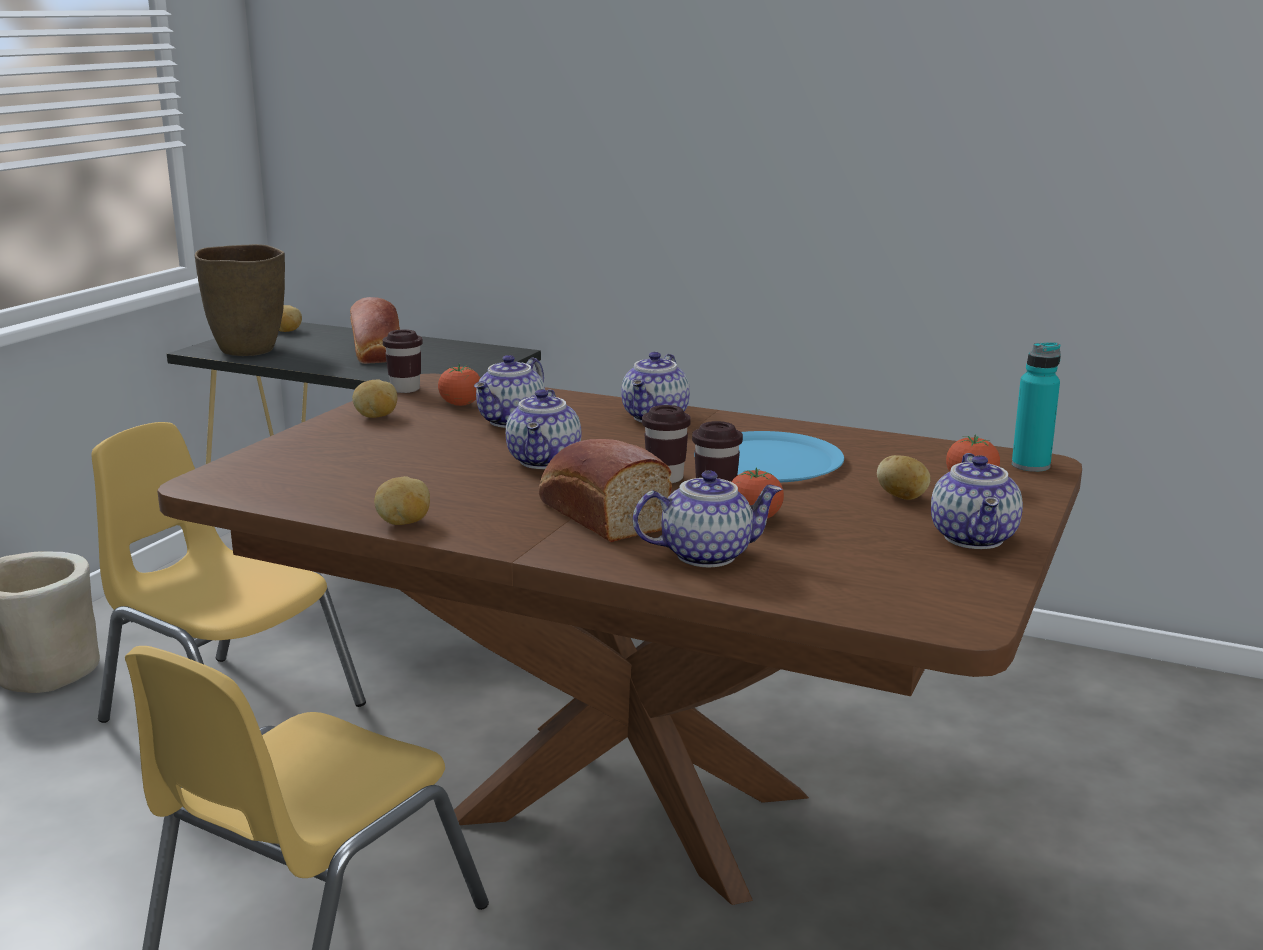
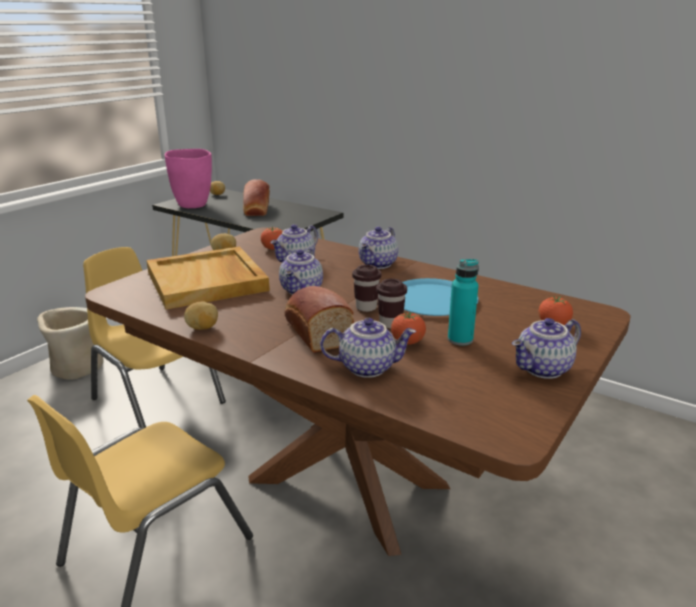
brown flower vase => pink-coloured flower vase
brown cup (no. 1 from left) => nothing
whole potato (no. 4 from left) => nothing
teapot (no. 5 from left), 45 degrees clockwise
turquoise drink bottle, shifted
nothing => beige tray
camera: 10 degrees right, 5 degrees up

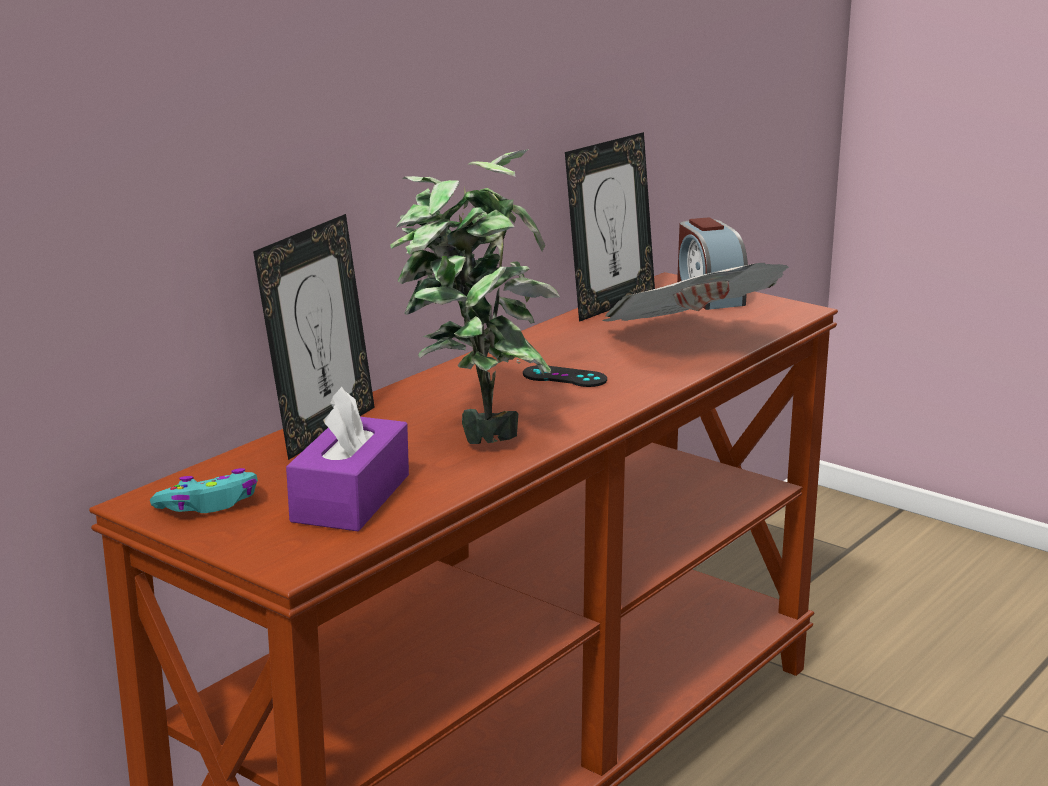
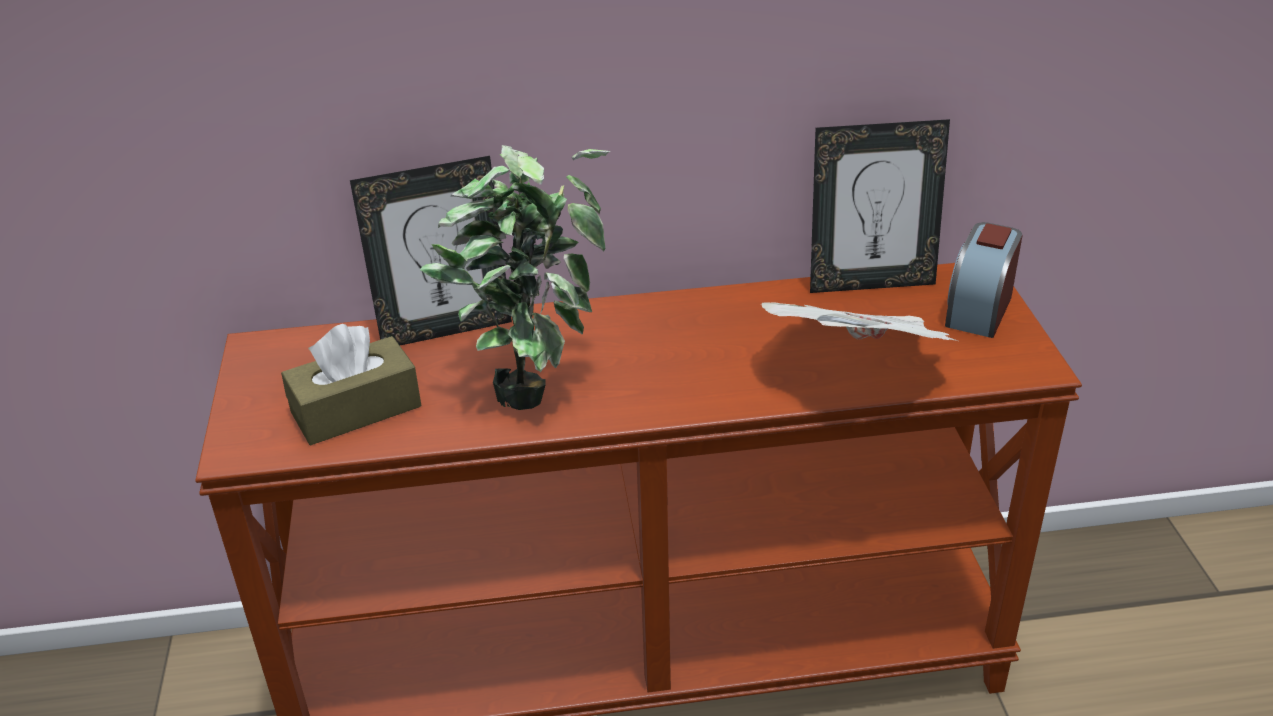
turquoise game controller => nothing
purplish tissue box => brown tissue box
blackish game controller => nothing
camera: 45 degrees right, 15 degrees up

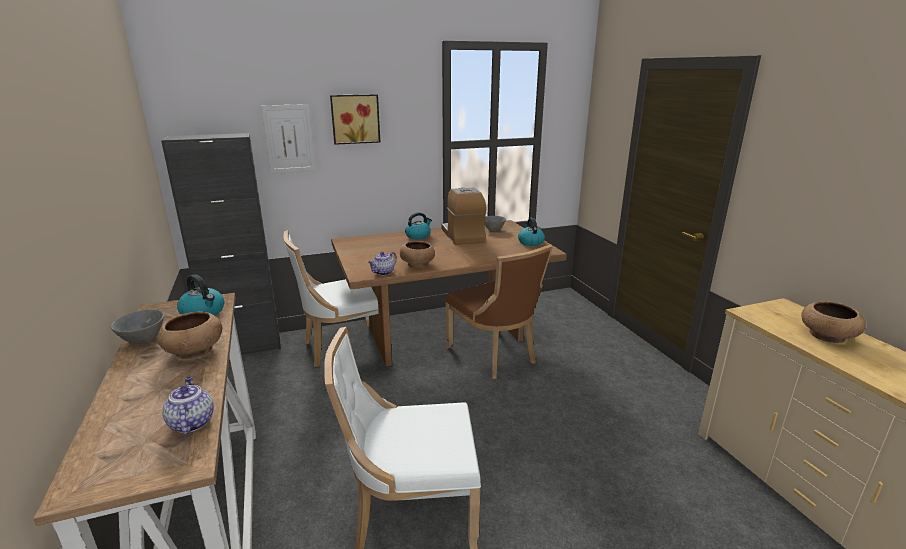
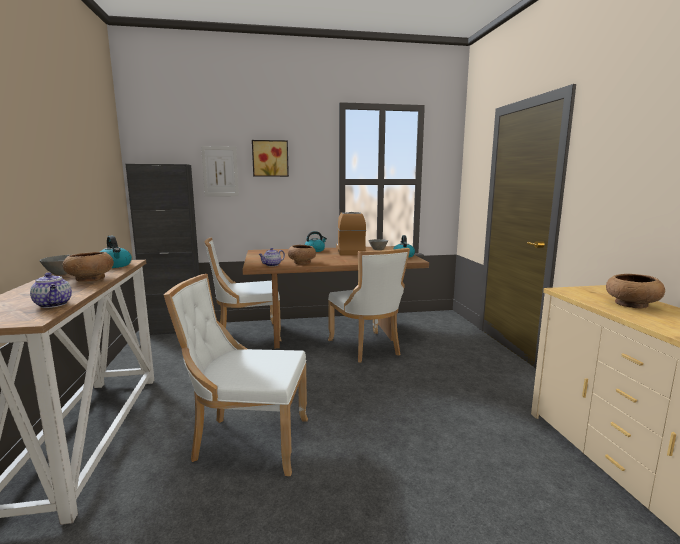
teapot (no. 1 from left), 150 degrees clockwise
brown plain chair => white-coloured plain chair (no. 3 from left)
camera: 10 degrees right, 10 degrees down

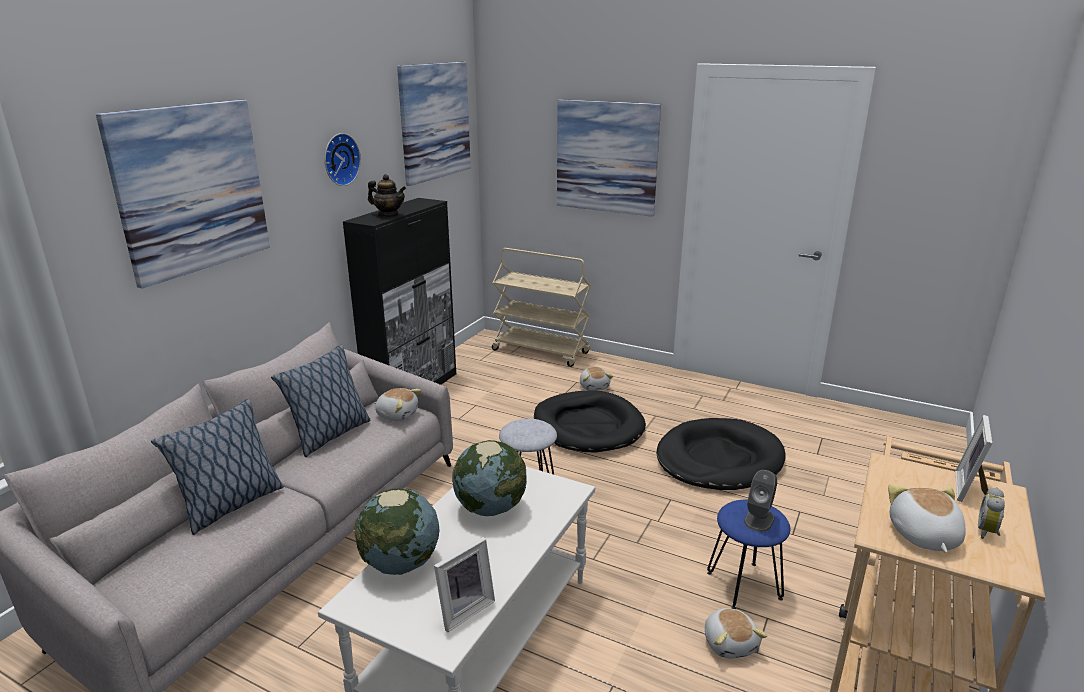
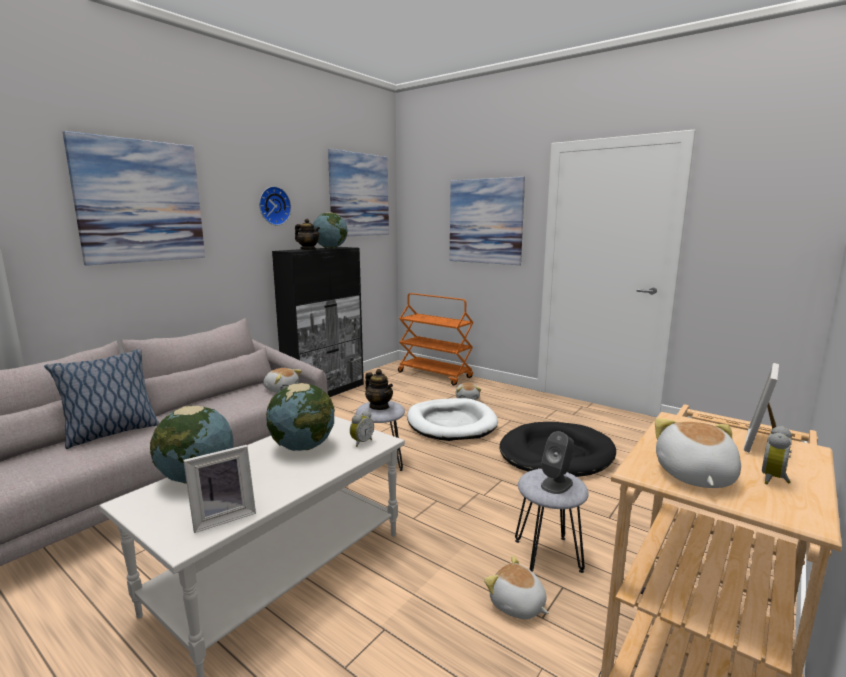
throw pillow (no. 2 from left) => nothing
beige cart (no. 1 from left) => orange cart
blackish pet bed (no. 1 from left) => white-coloured pet bed
cuddly toy (no. 3 from left), 135 degrees clockwise
bluish stool seat => greyish stool seat (no. 2 from left)
nothing => desk globe (no. 3 from left)
nothing => table clock (no. 1 from left)
nothing => teapot (no. 2 from left)
camera: 10 degrees right, 10 degrees down

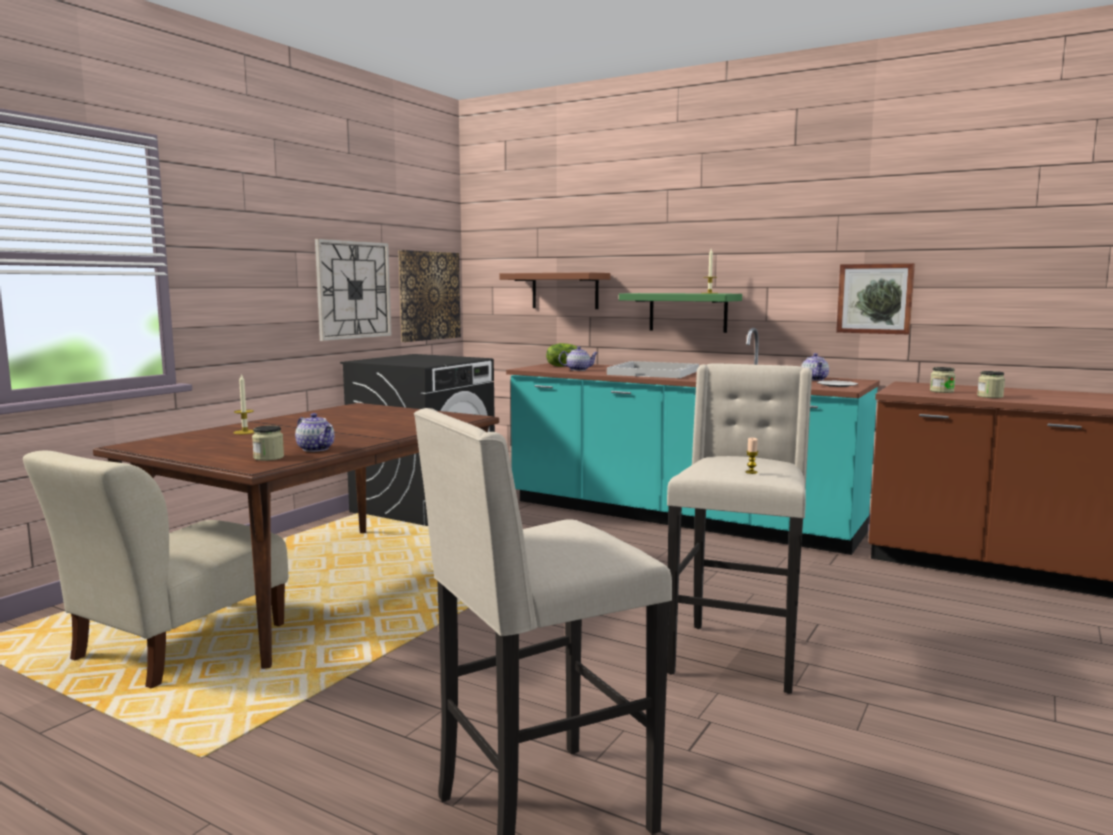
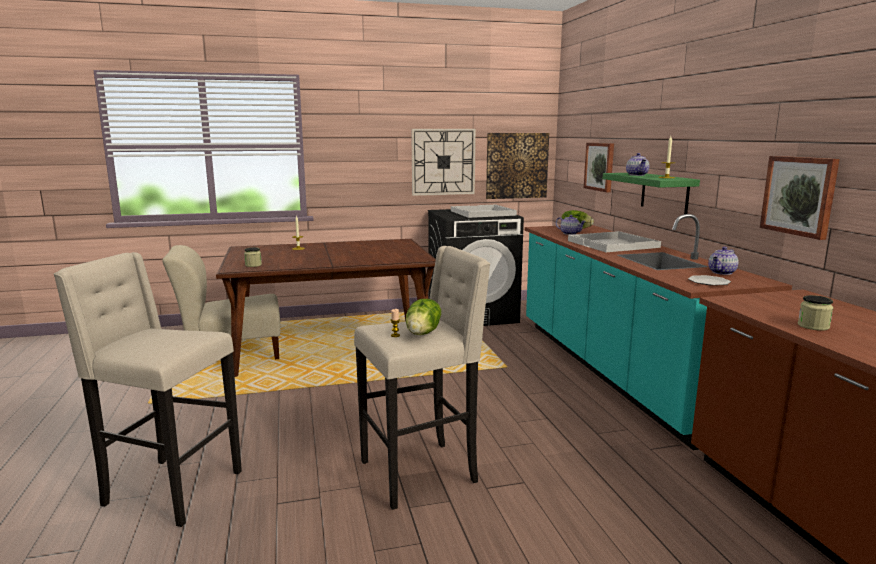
teapot (no. 1 from left in the first image) => teapot (no. 2 from left), shifted
brown shelf => wall art (no. 2 from left)
jar (no. 2 from left) => nothing
nothing => lettuce (no. 1 from left)
nothing => white-coloured tray (no. 1 from left)
camera: 45 degrees right, 5 degrees up

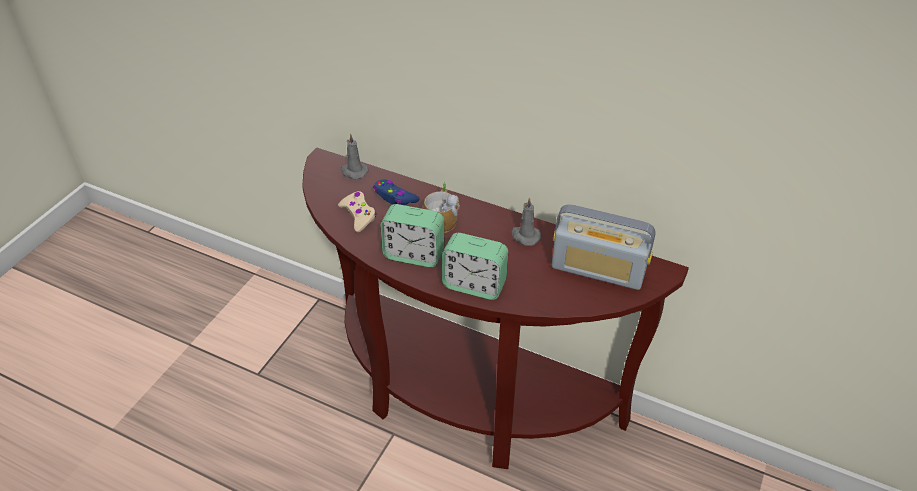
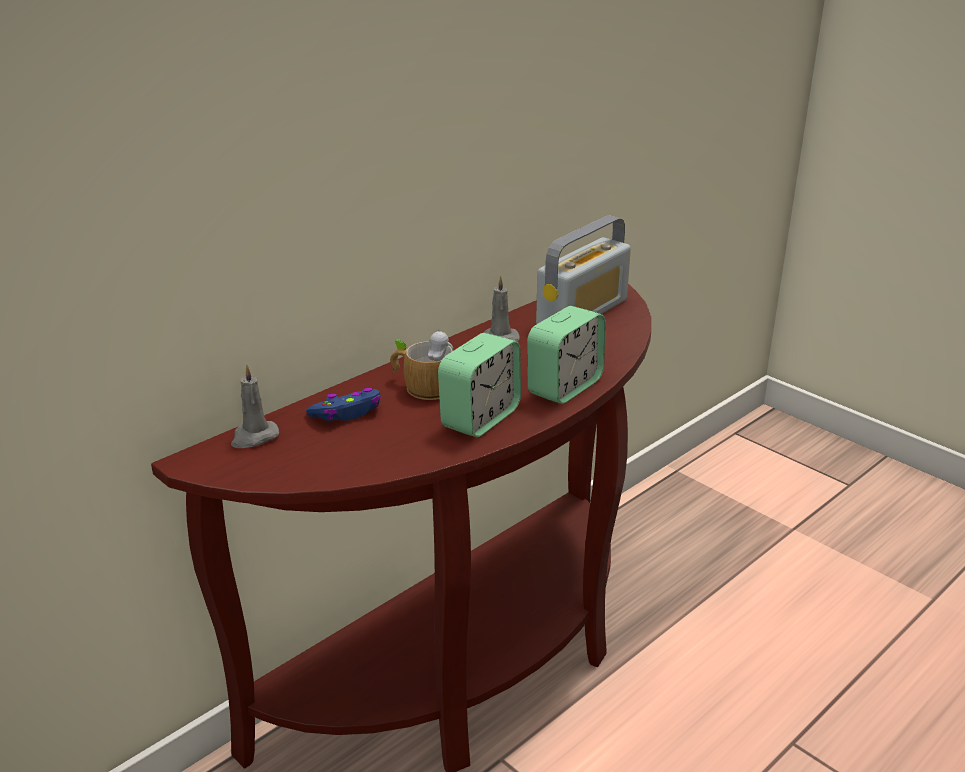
beige game controller => nothing
camera: 70 degrees left, 15 degrees down

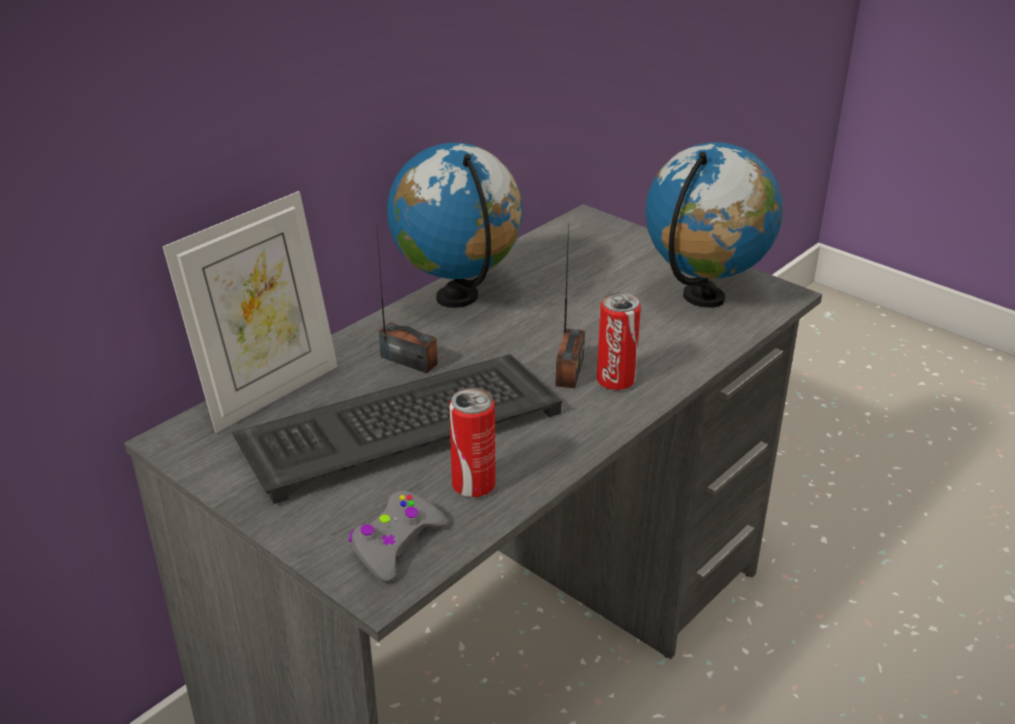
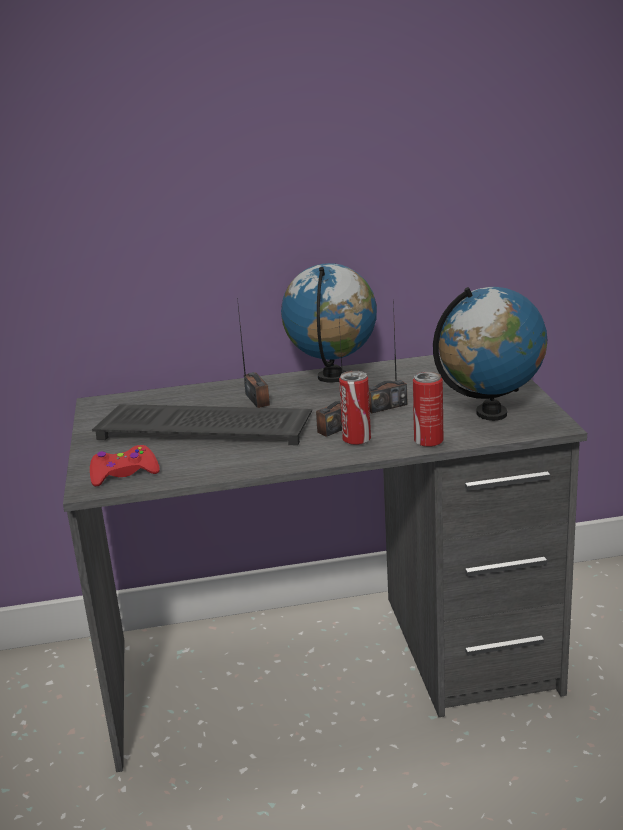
photo frame => nothing
greyish game controller => red-coloured game controller
can (no. 1 from left in the first image) => can (no. 2 from left), shifted
nothing => radio (no. 3 from left)
camera: 40 degrees right, 10 degrees down

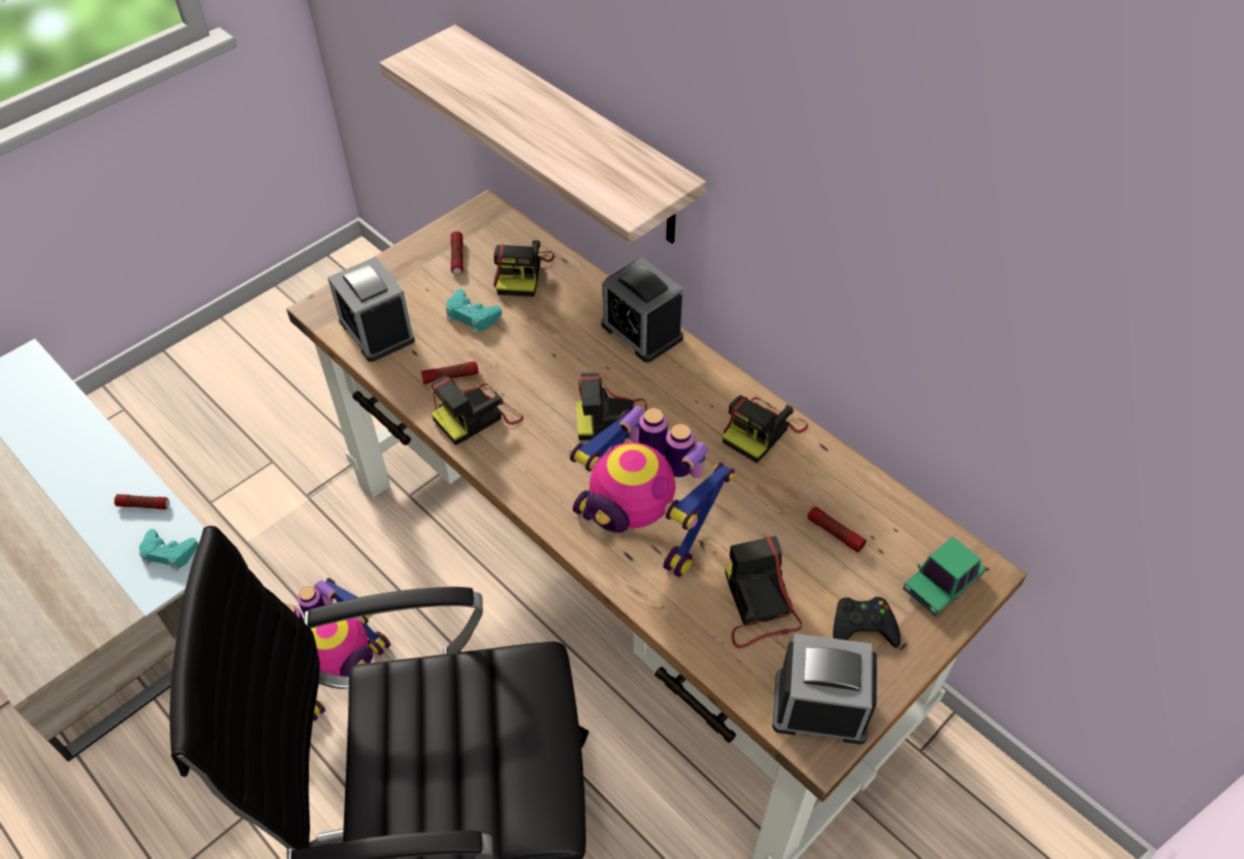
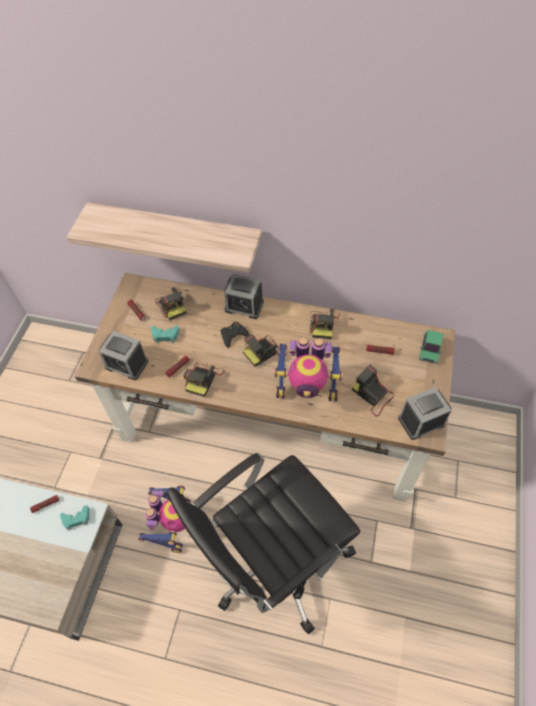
blackish game controller, shifted
camera: 30 degrees left, 5 degrees up

